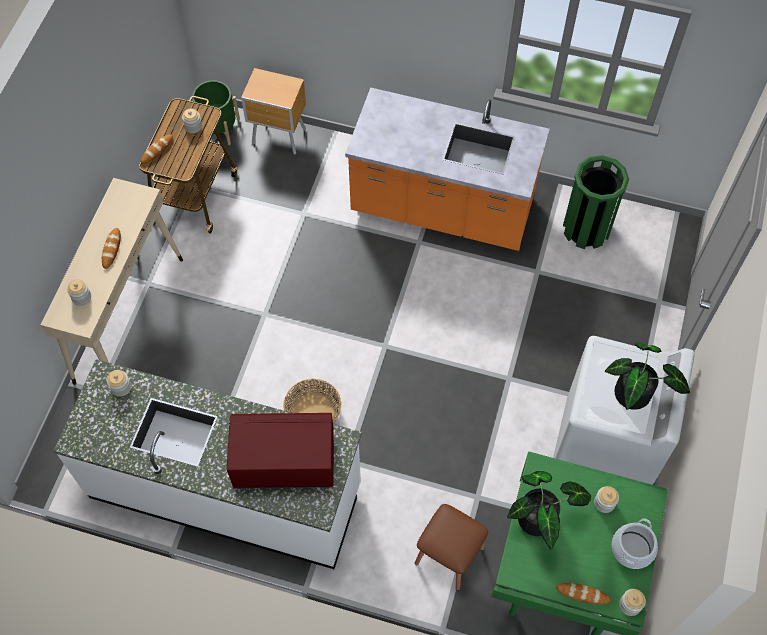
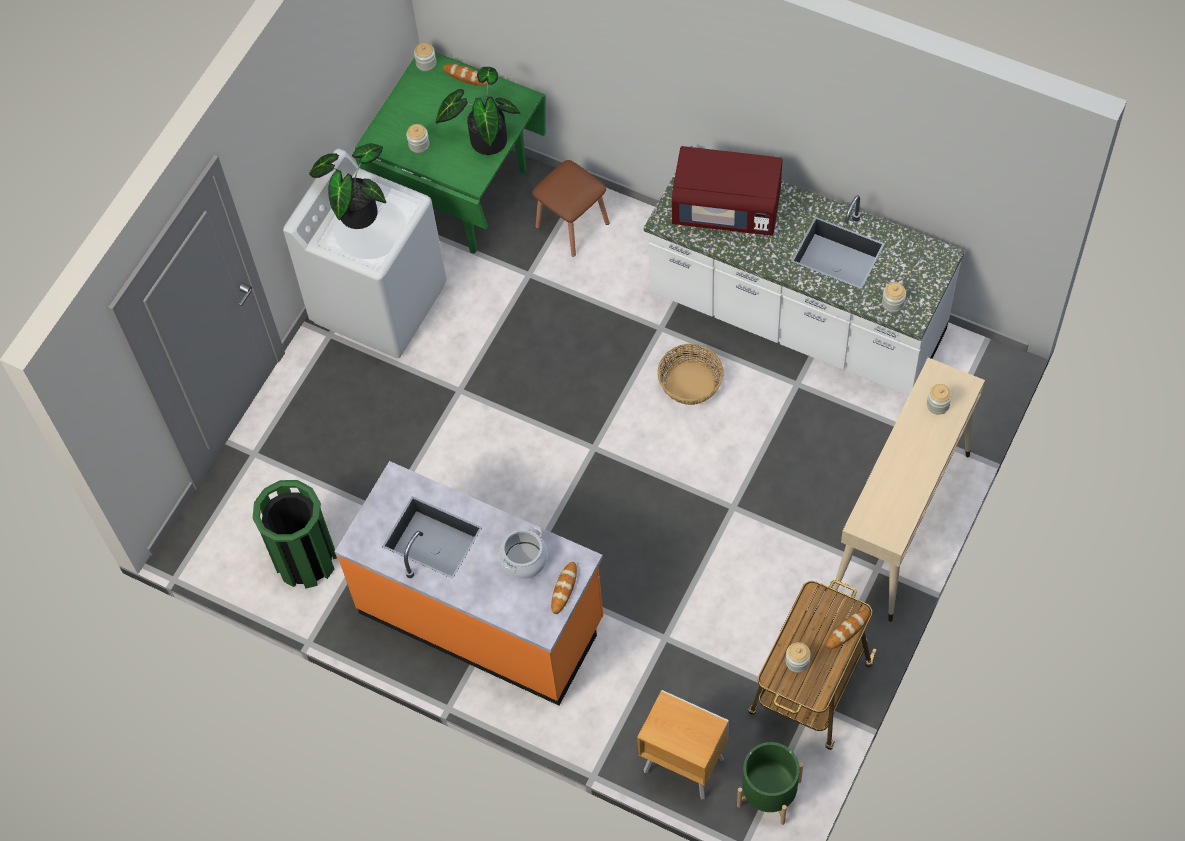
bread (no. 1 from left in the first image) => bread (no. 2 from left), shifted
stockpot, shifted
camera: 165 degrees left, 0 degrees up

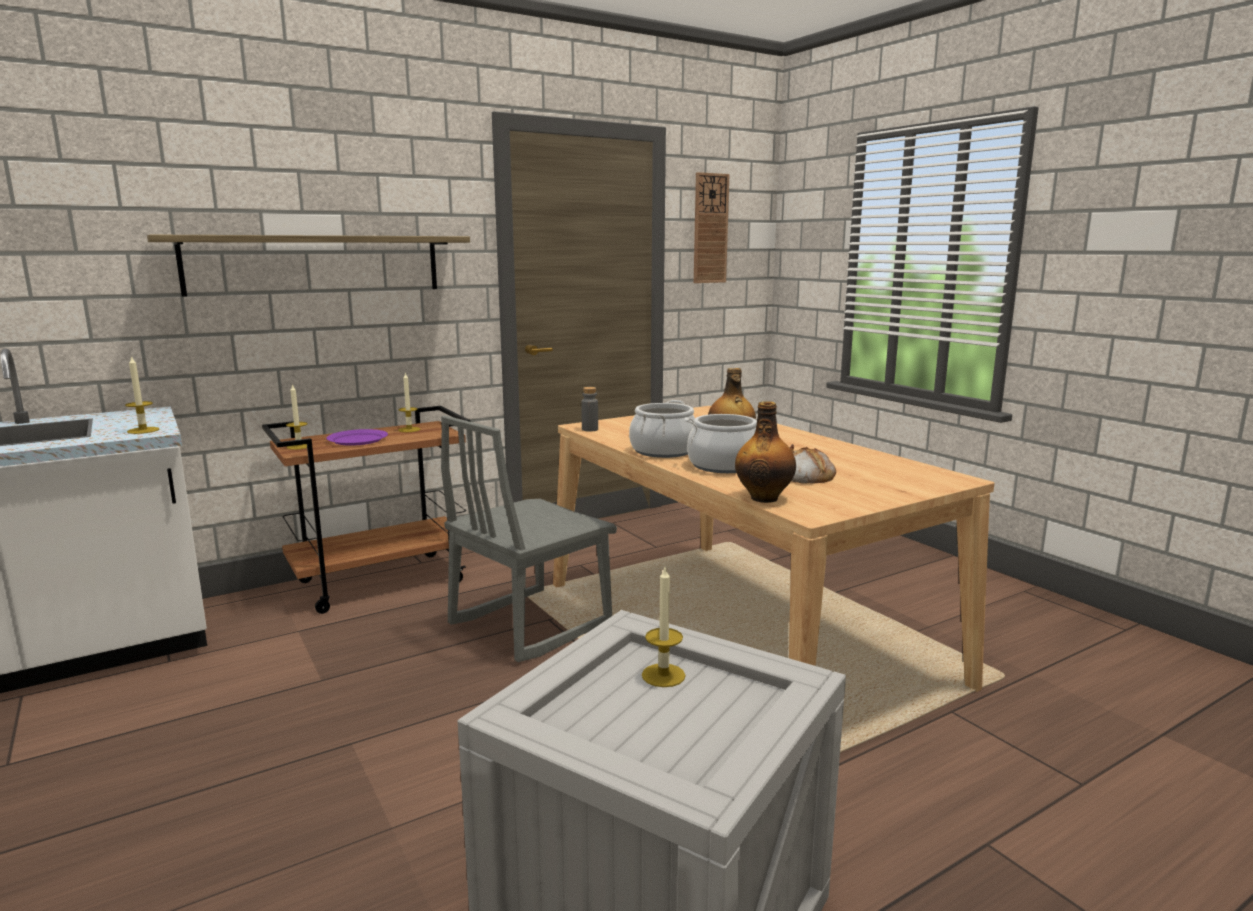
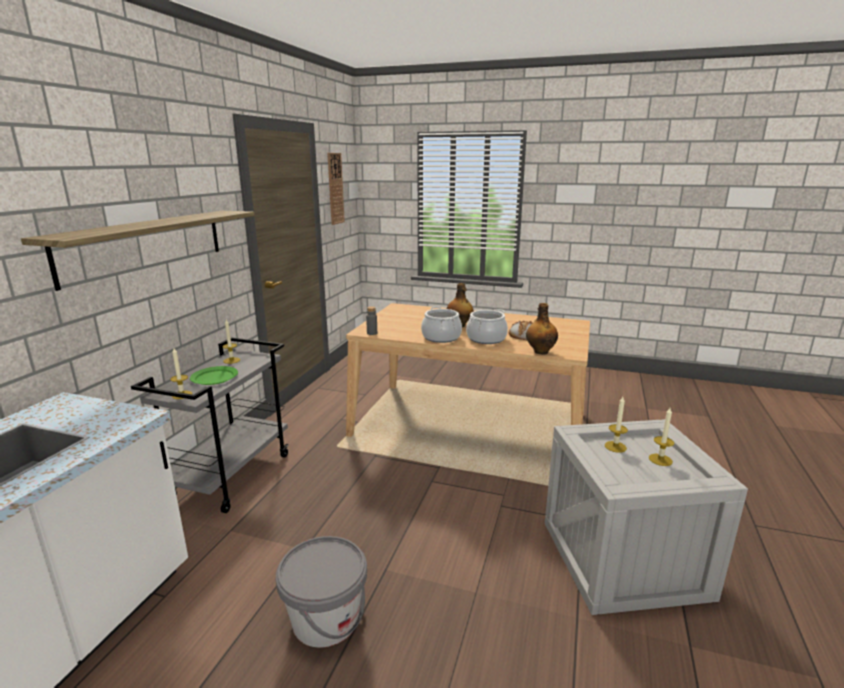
candle (no. 1 from left in the first image) => candle (no. 4 from left), shifted
brown cart => greyish cart
purplish plate => greenish plate
greyish plain chair => nothing
nothing => greyish pail
camera: 40 degrees left, 5 degrees up

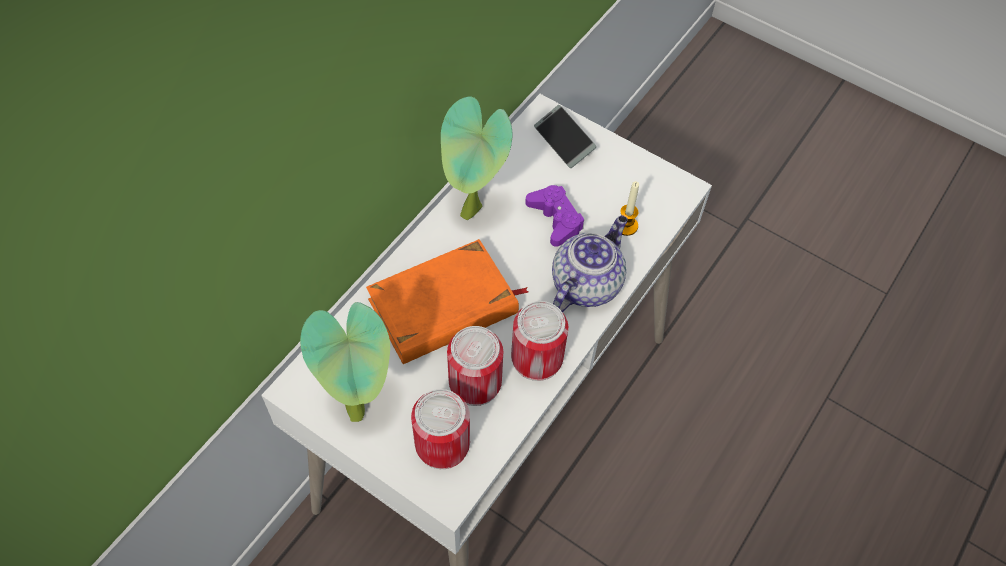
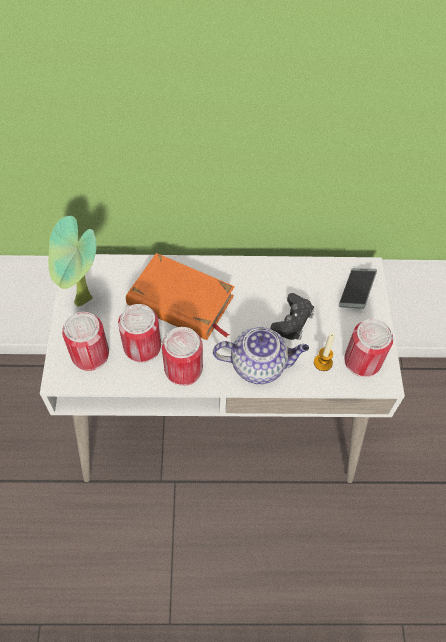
houseplant (no. 2 from left) => nothing
purplish game controller => blackish game controller
nothing => can (no. 4 from left)
camera: 55 degrees right, 0 degrees up

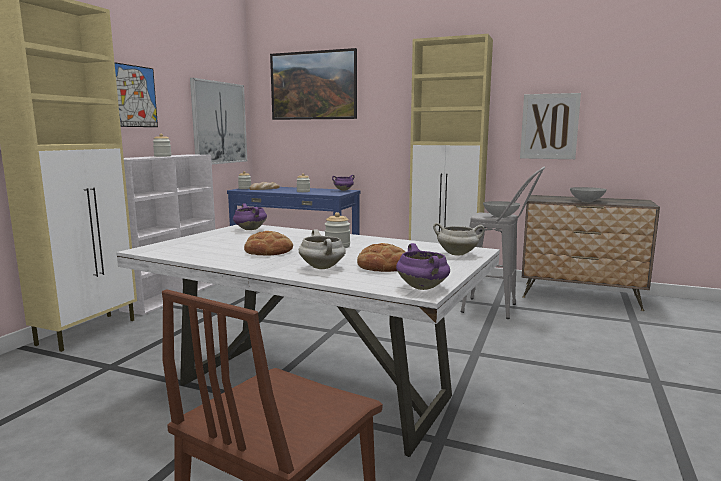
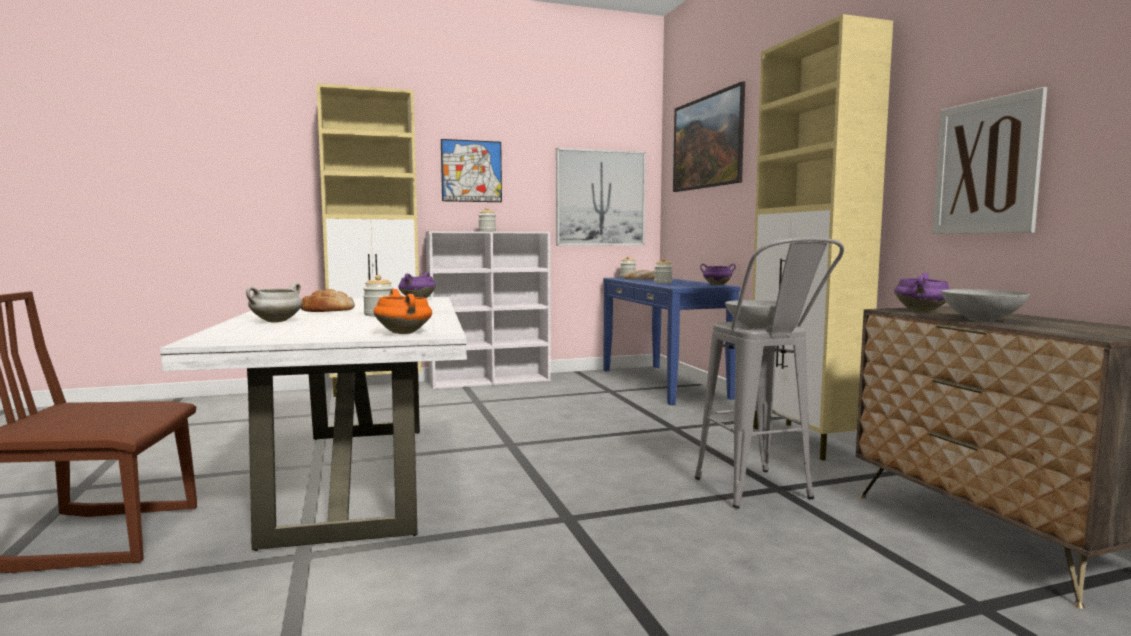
bread (no. 3 from left) => nothing
purplish stockpot (no. 3 from left), shifted
white-coloured stockpot (no. 2 from left) => orange stockpot
camera: 50 degrees right, 5 degrees down

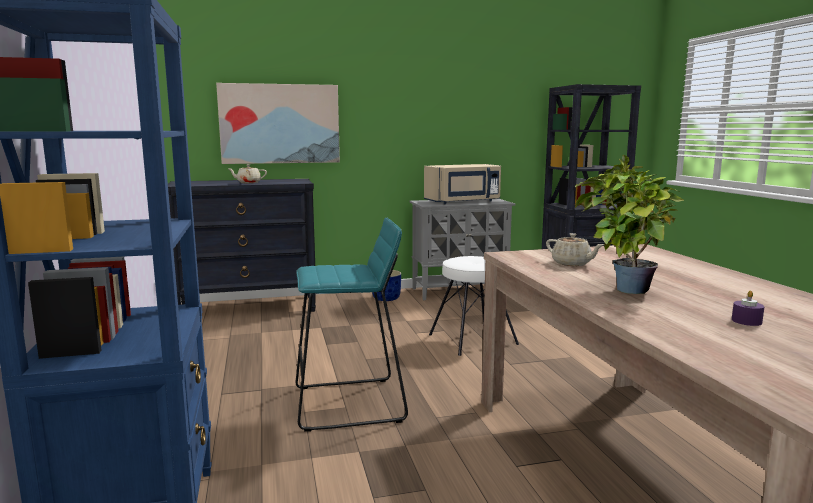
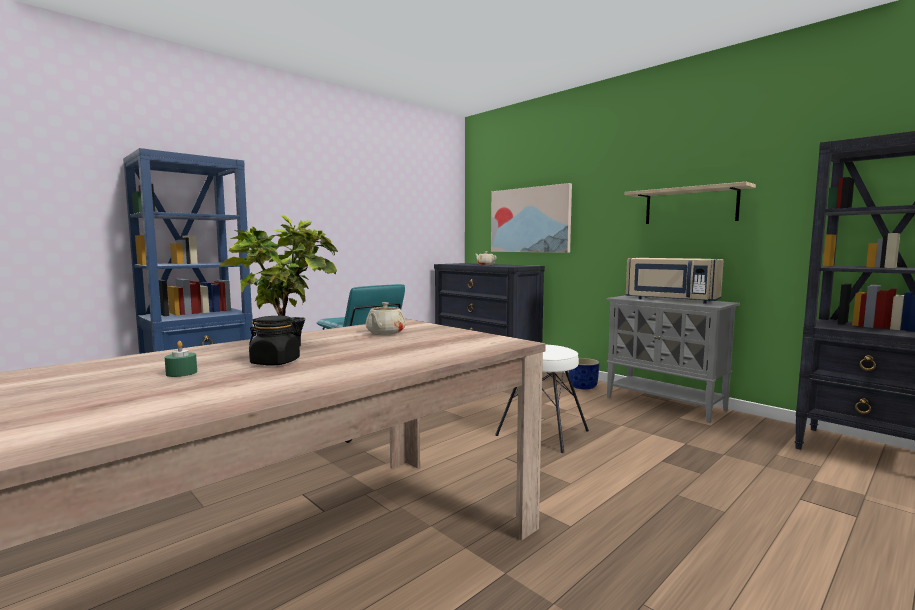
purplish candle => greenish candle
nothing => blackish jar
nothing => shelf
camera: 60 degrees right, 5 degrees down

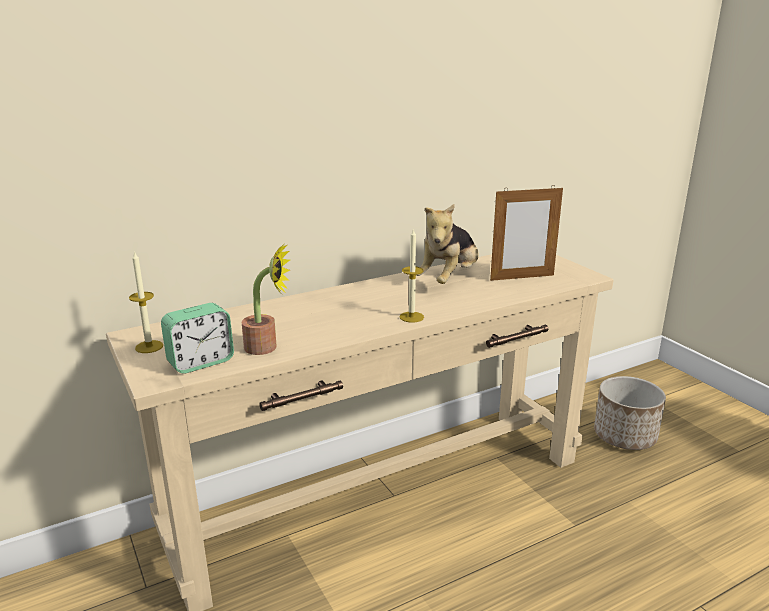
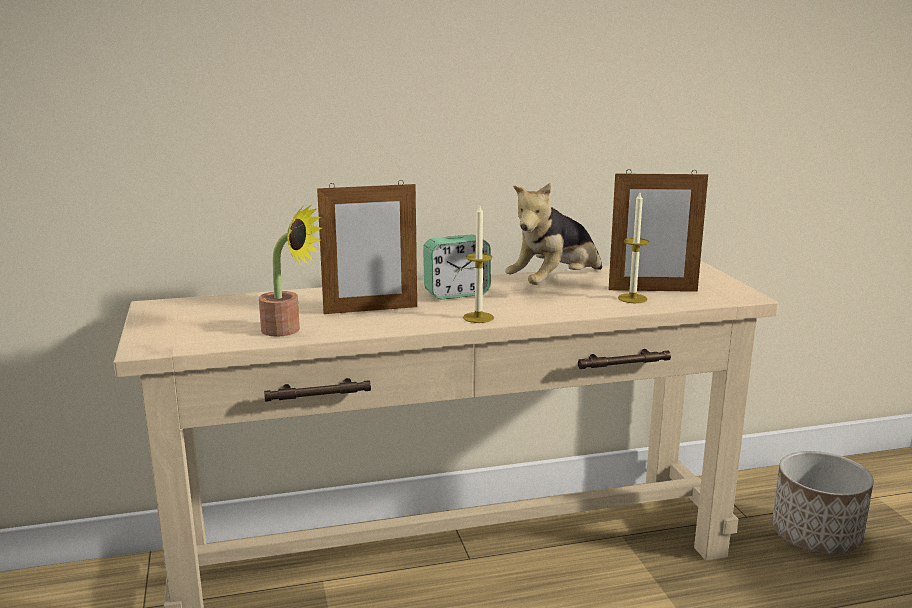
candle (no. 1 from left in the first image) => candle (no. 2 from left), shifted
table clock, shifted
nothing => photo frame (no. 1 from left)
camera: 15 degrees right, 5 degrees down

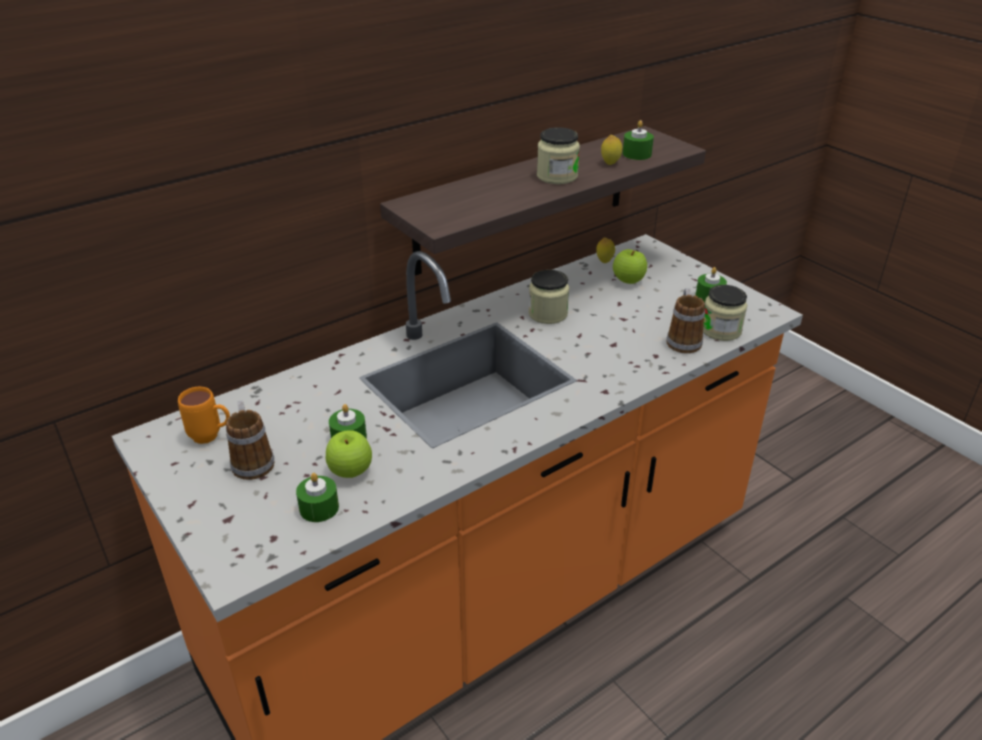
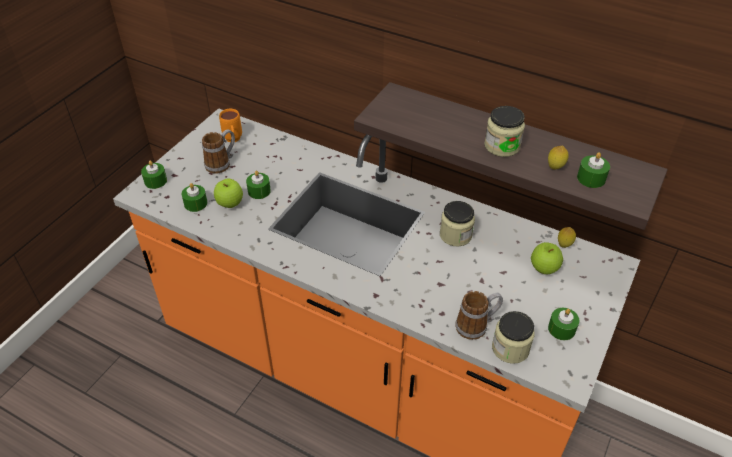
nothing => greenish candle (no. 1 from left)
camera: 65 degrees right, 10 degrees up

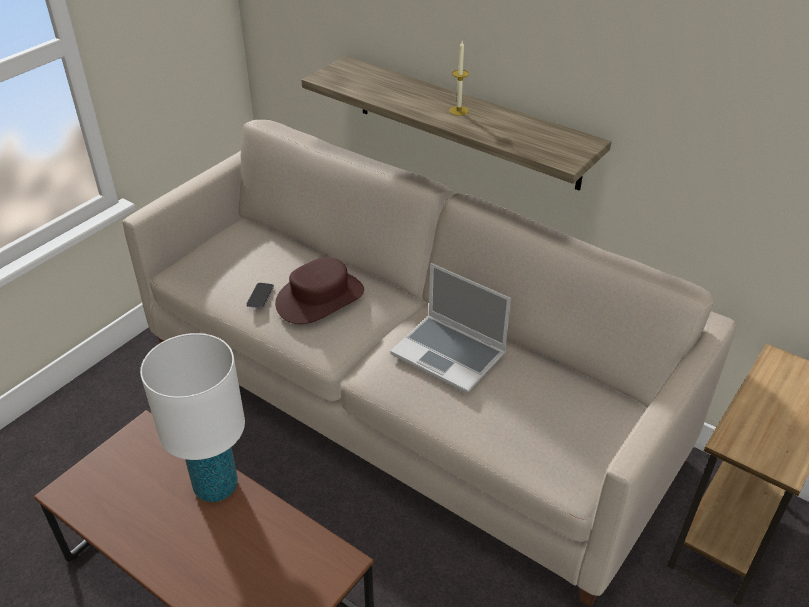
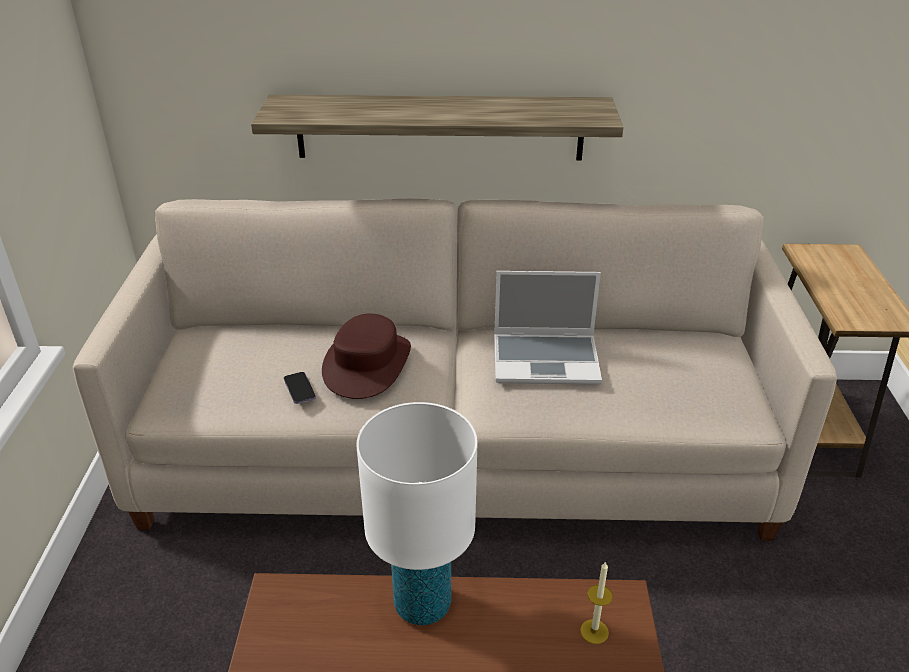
candle, shifted
camera: 35 degrees left, 5 degrees down

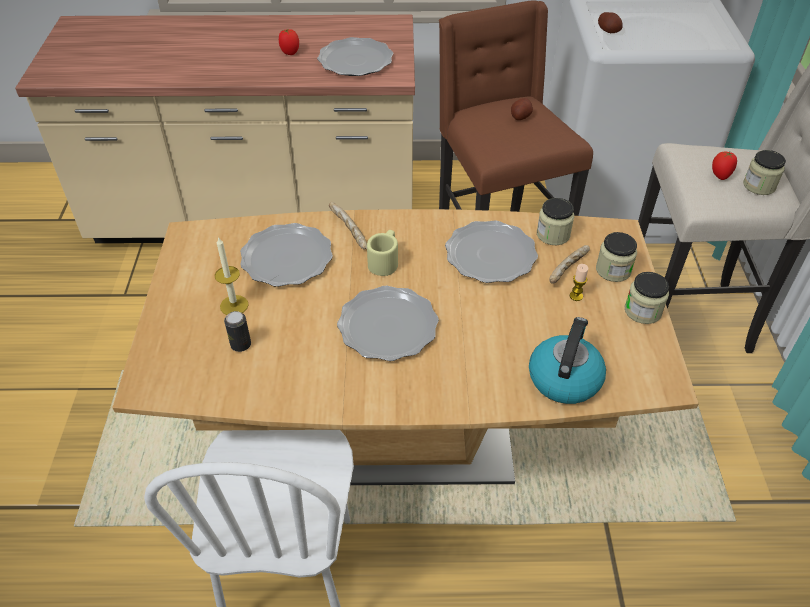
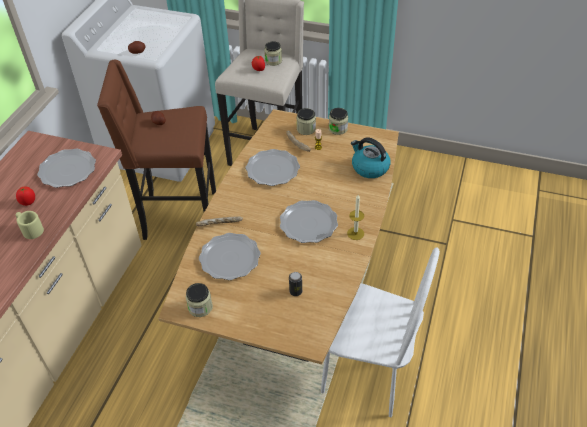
candle (no. 1 from left in the first image) => candle (no. 2 from left), shifted
beige coffee mug, shifted
jar (no. 1 from left), shifted
camera: 70 degrees left, 0 degrees up

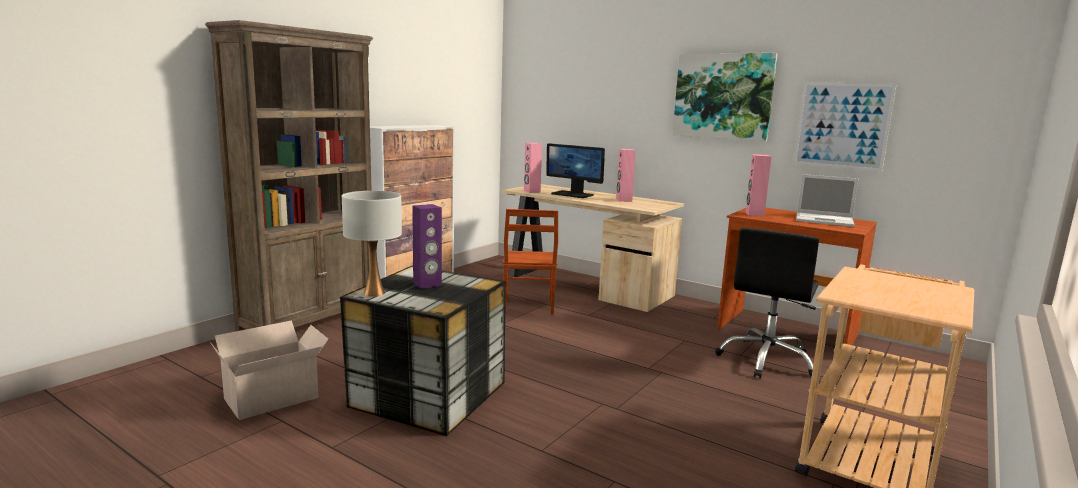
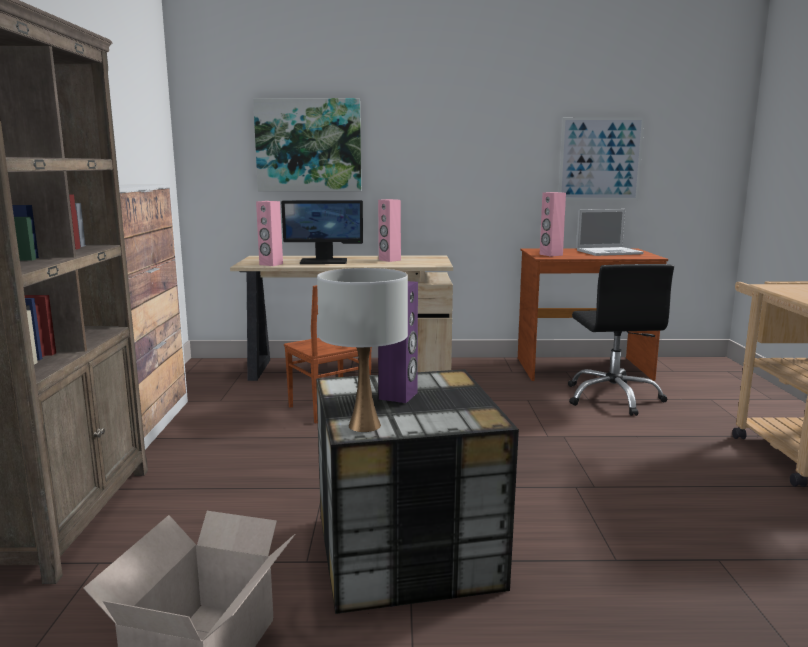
wall art (no. 1 from left), shifted
camera: 35 degrees left, 0 degrees up

